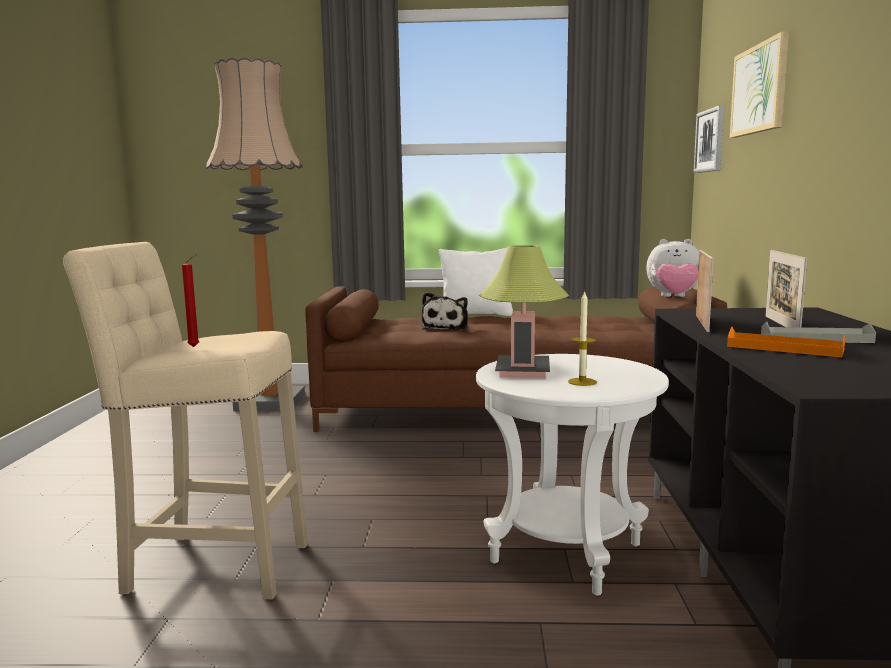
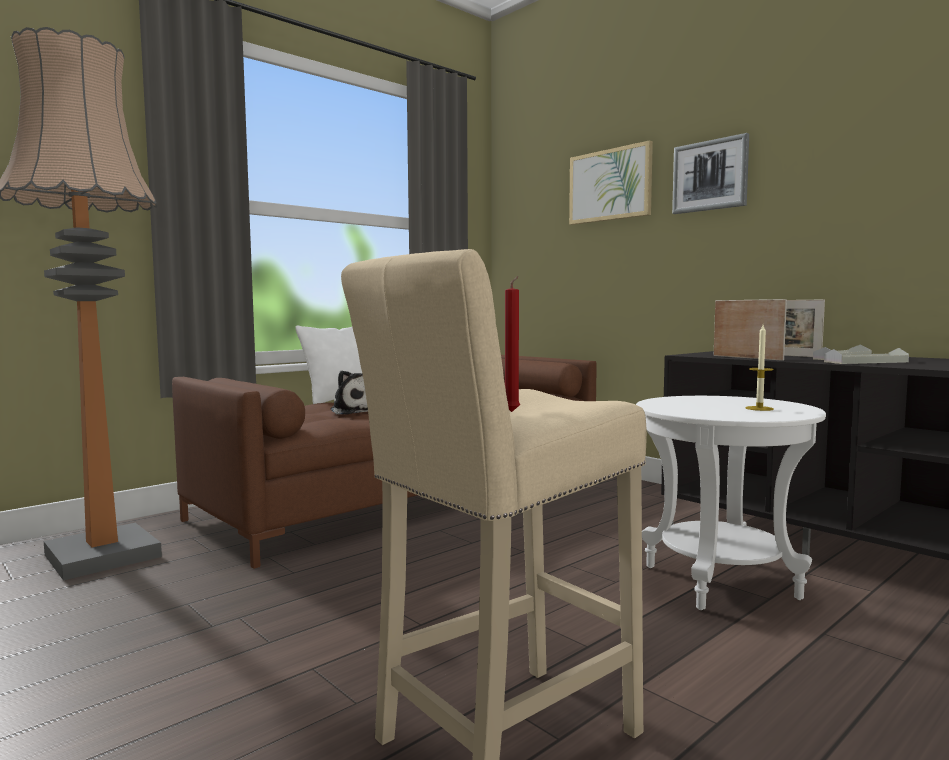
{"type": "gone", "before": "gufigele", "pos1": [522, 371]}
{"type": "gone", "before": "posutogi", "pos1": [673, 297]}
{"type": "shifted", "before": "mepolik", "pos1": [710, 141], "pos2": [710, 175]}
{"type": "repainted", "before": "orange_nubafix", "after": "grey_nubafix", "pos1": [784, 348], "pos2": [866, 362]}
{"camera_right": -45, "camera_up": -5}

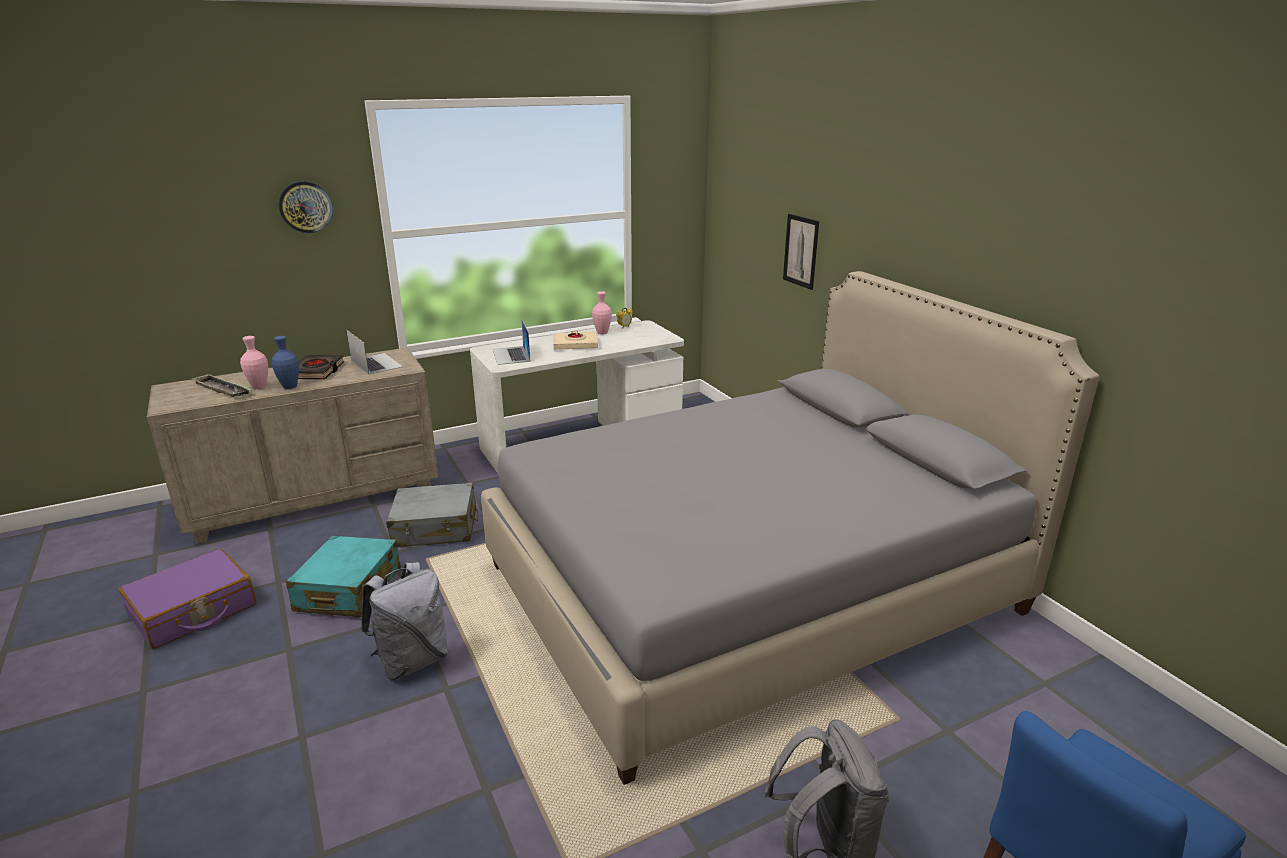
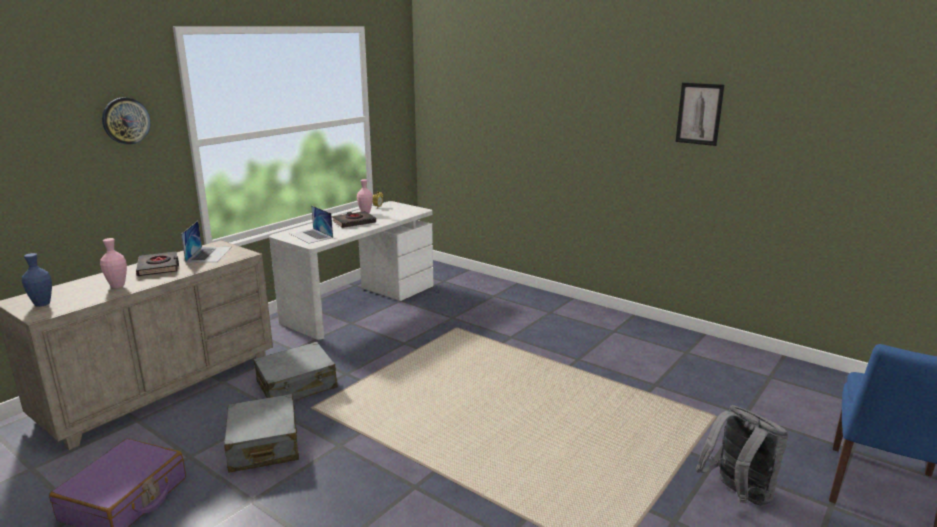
{"type": "gone", "before": "nubafix", "pos1": [222, 390]}
{"type": "shifted", "before": "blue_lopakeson", "pos1": [290, 387], "pos2": [42, 304]}
{"type": "repainted", "before": "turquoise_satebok", "after": "grey_satebok", "pos1": [348, 590], "pos2": [264, 445]}
{"type": "rotated", "before": "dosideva", "pos1": [376, 363], "pos2": [209, 254], "turn": 60}
{"type": "gone", "before": "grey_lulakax", "pos1": [412, 660]}
{"type": "gone", "before": "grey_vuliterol", "pos1": [749, 588]}
{"type": "repainted", "before": "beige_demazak", "after": "black_demazak", "pos1": [575, 344], "pos2": [354, 222]}
{"type": "shifted", "before": "mepolik", "pos1": [801, 251], "pos2": [699, 114]}
{"camera_right": -25, "camera_up": -5}

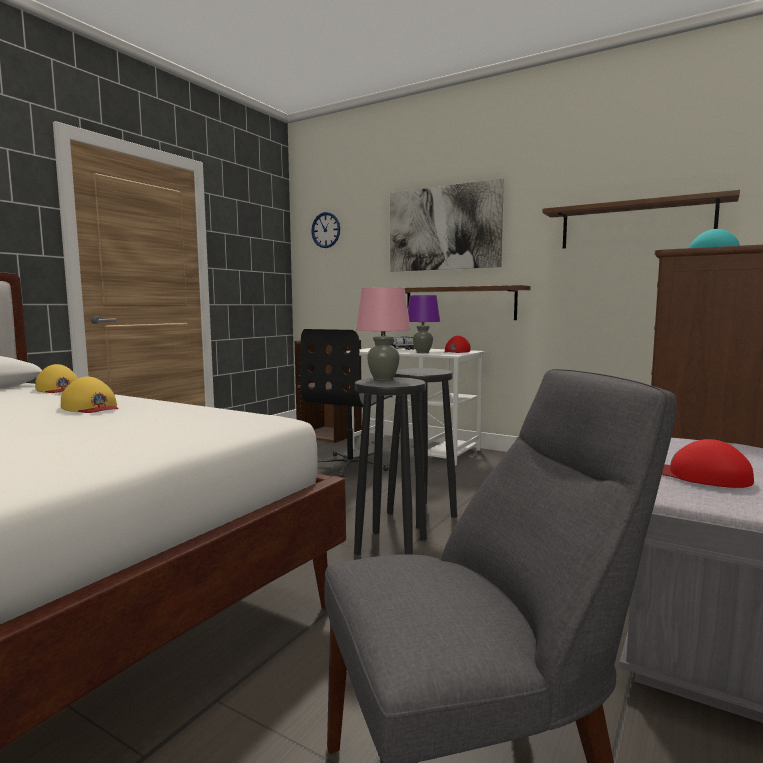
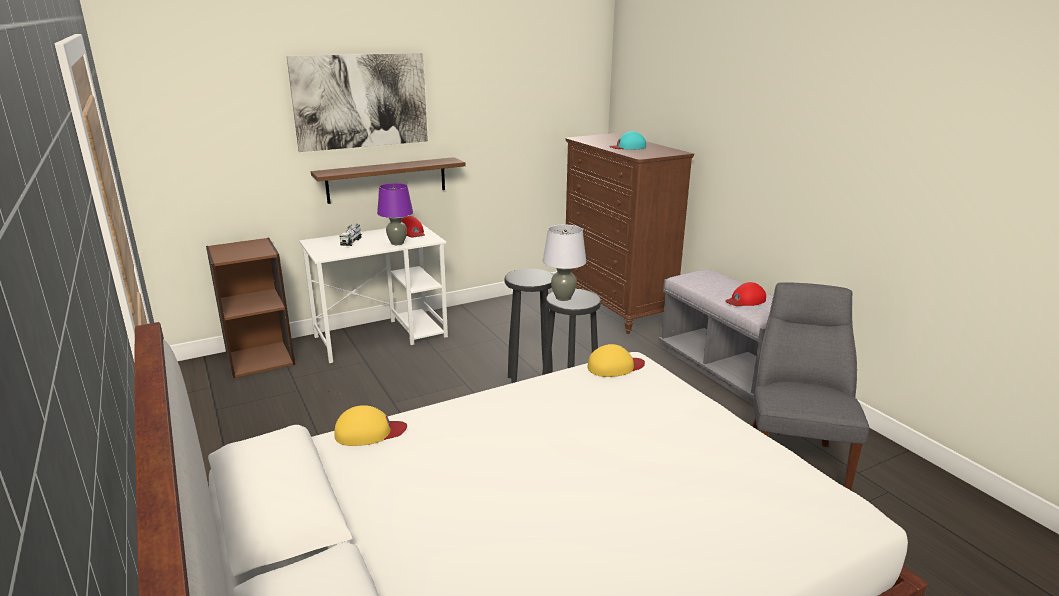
{"type": "shifted", "before": "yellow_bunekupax", "pos1": [91, 407], "pos2": [615, 367]}
{"type": "gone", "before": "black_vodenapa", "pos1": [351, 465]}
{"type": "gone", "before": "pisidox", "pos1": [326, 230]}
{"type": "repainted", "before": "pink_gufigele", "after": "grey_gufigele", "pos1": [383, 379], "pos2": [563, 298]}
{"type": "gone", "before": "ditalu", "pos1": [635, 225]}
{"camera_right": -60, "camera_up": 15}

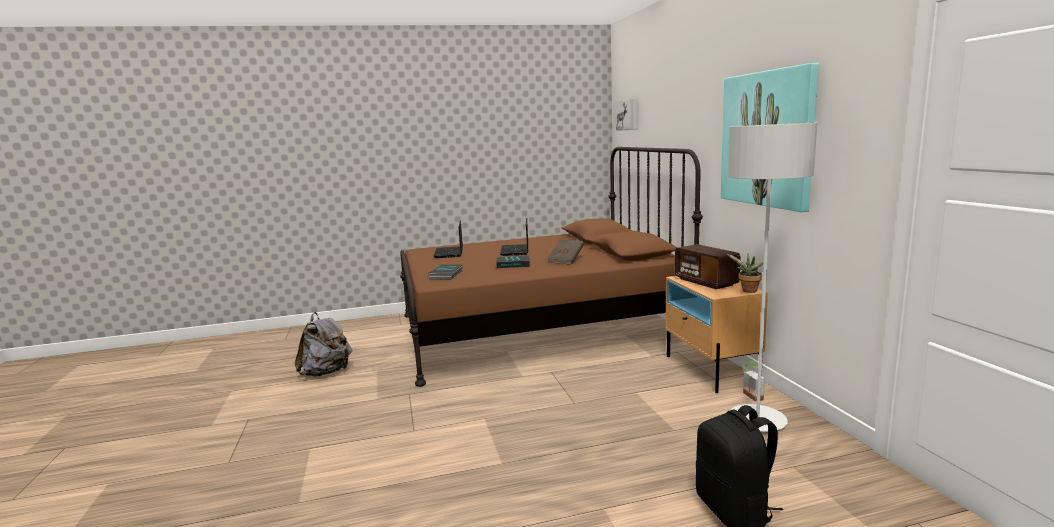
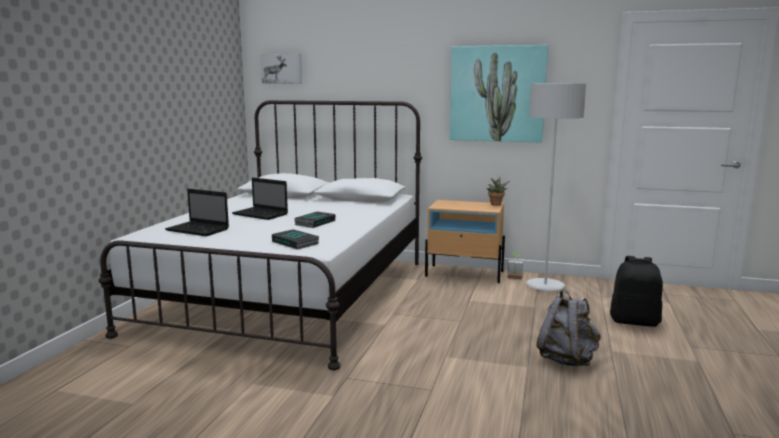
{"type": "shifted", "before": "grey_lulakax", "pos1": [326, 372], "pos2": [567, 359]}
{"type": "repainted", "before": "brown_vuliterol", "after": "white_vuliterol", "pos1": [537, 328], "pos2": [290, 294]}
{"type": "gone", "before": "brown_demazak", "pos1": [566, 260]}
{"type": "gone", "before": "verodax", "pos1": [706, 282]}
{"camera_right": -60, "camera_up": 0}

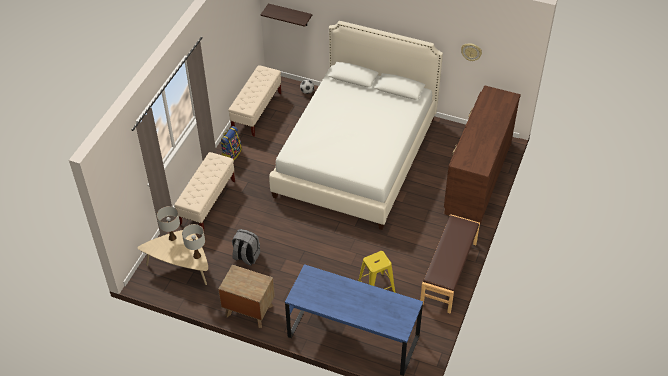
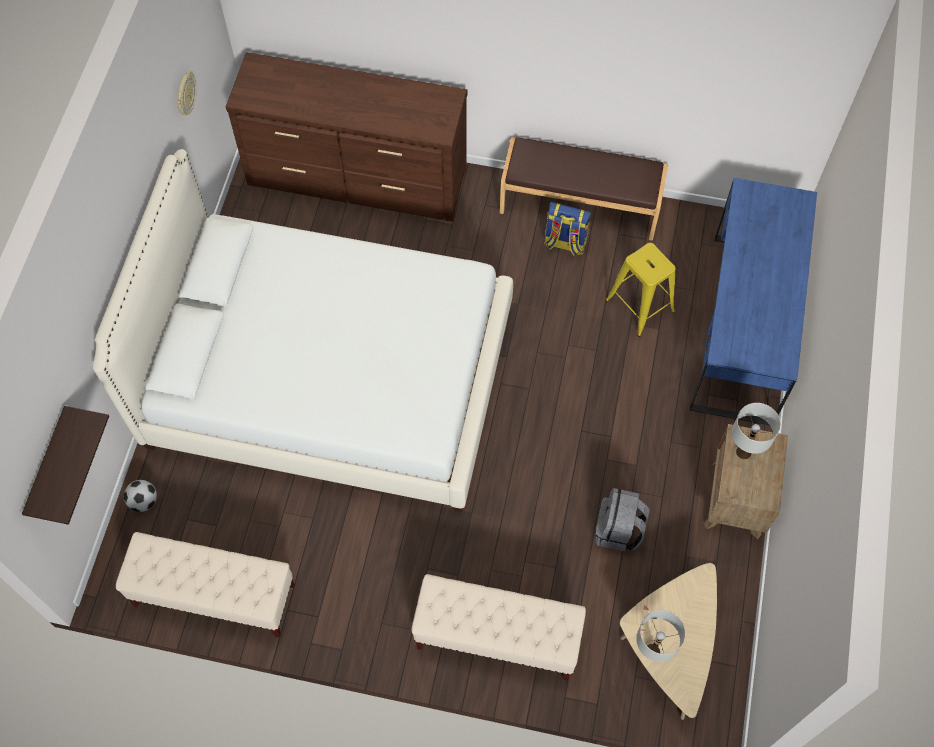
{"type": "shifted", "before": "white_gufigele", "pos1": [197, 255], "pos2": [743, 452]}
{"type": "shifted", "before": "lulakax", "pos1": [231, 154], "pos2": [564, 243]}
{"camera_right": -100, "camera_up": 15}

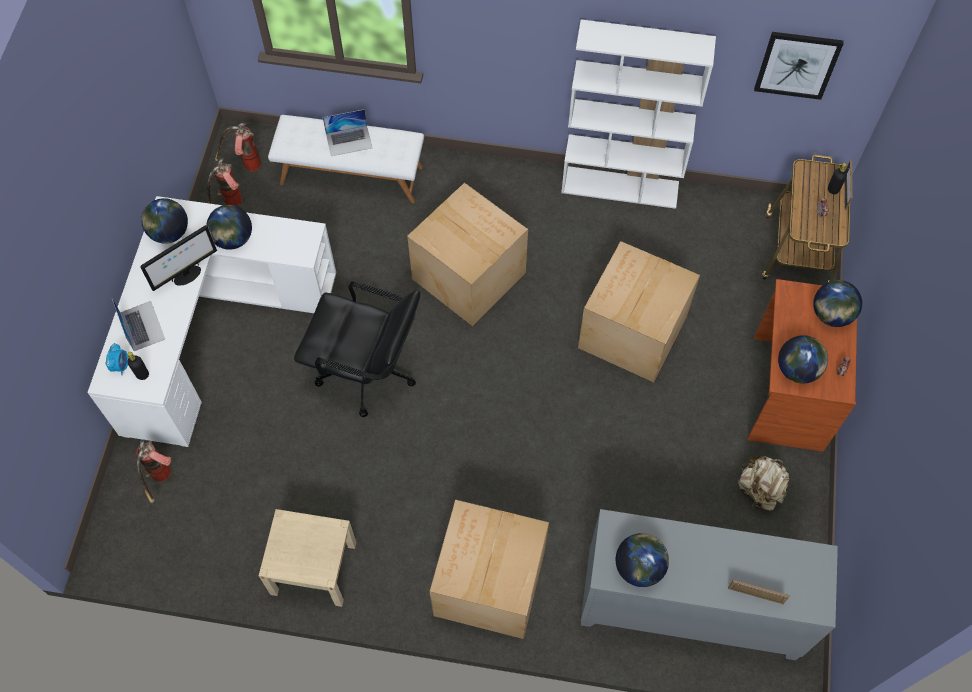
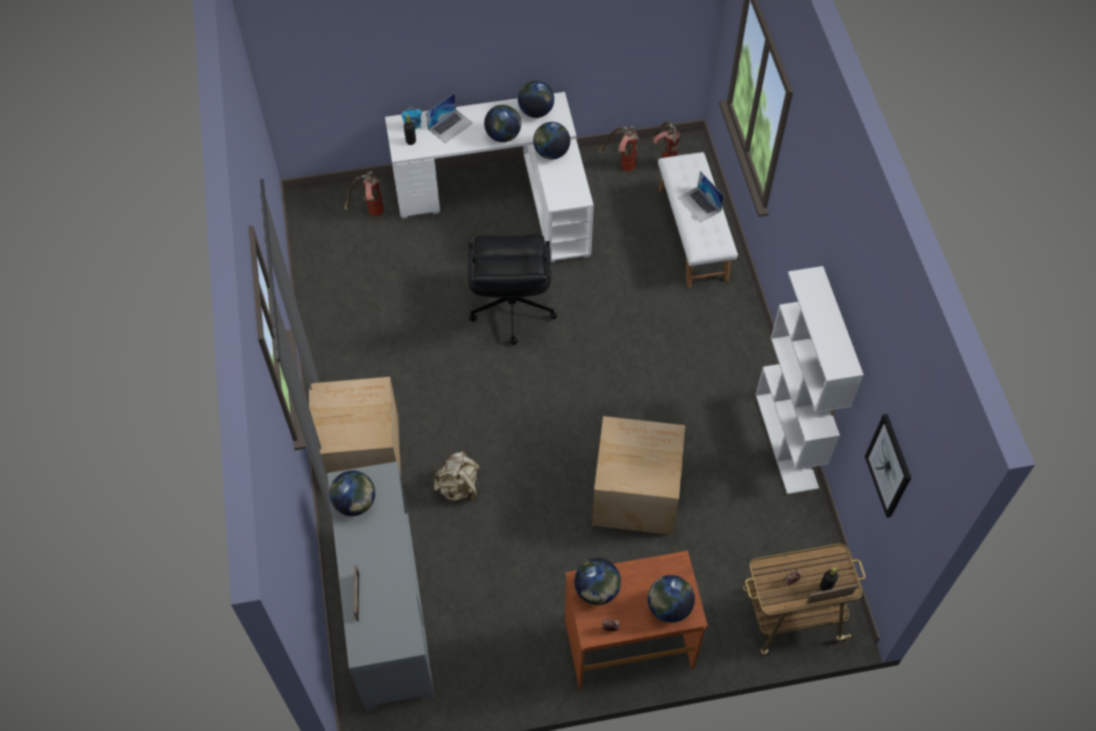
{"type": "swapped", "before": "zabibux", "after": "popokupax", "pos1": [187, 276], "pos2": [503, 135]}
{"type": "gone", "before": "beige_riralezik", "pos1": [313, 568]}
{"type": "gone", "before": "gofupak", "pos1": [468, 274]}
{"type": "shifted", "before": "beige_lulakax", "pos1": [759, 490], "pos2": [459, 487]}
{"camera_right": 70, "camera_up": -5}

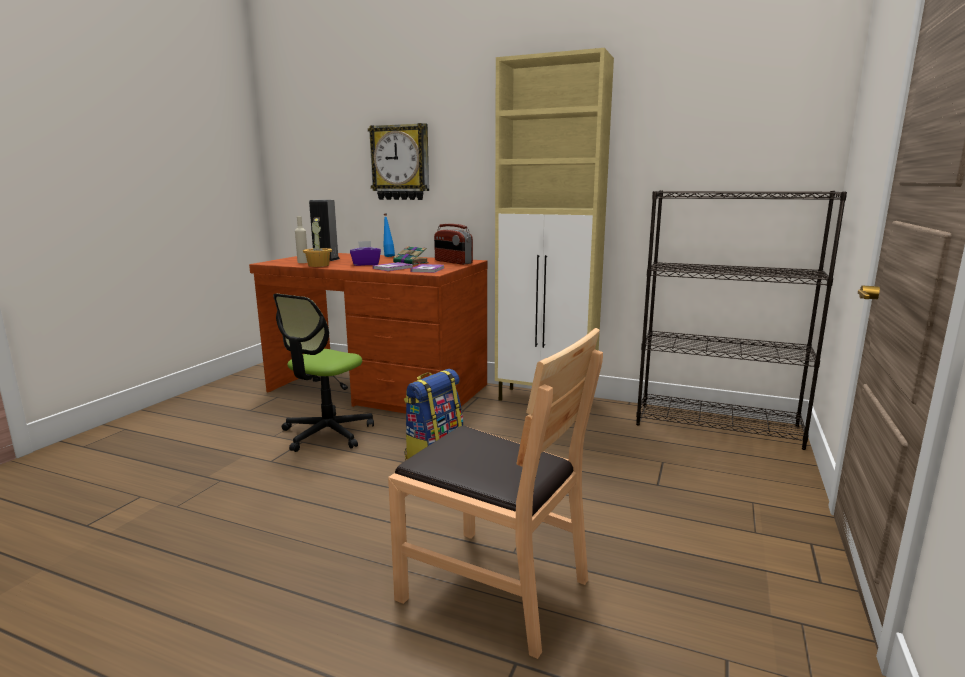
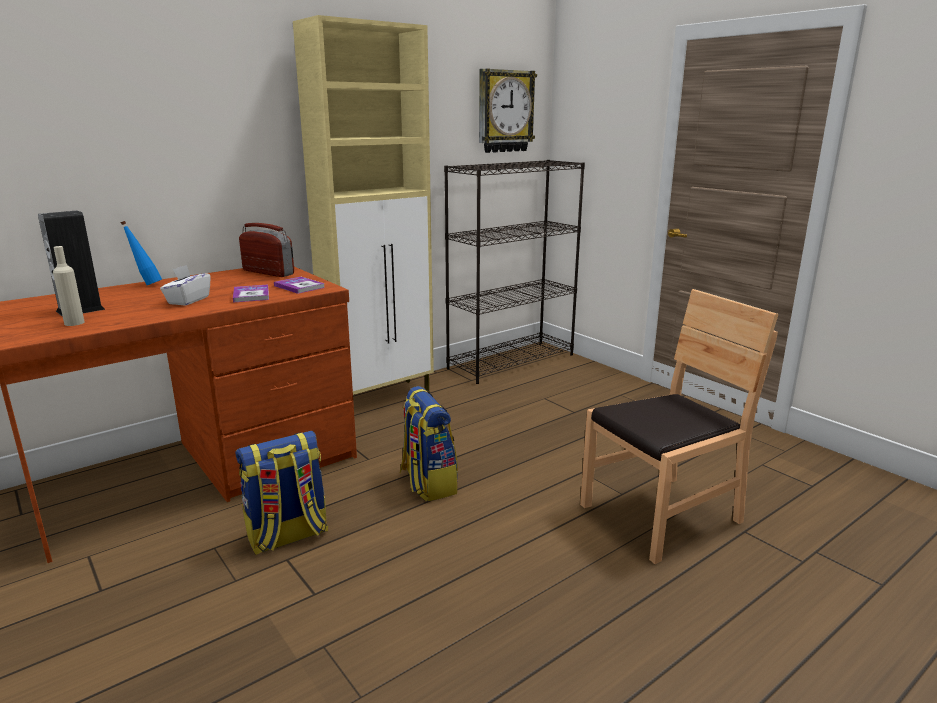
{"type": "swapped", "before": "vodenapa", "after": "lulakax", "pos1": [327, 433], "pos2": [287, 536]}
{"type": "gone", "before": "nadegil", "pos1": [318, 265]}
{"type": "repainted", "before": "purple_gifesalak", "after": "white_gifesalak", "pos1": [365, 264], "pos2": [188, 300]}
{"type": "shifted", "before": "pisidox", "pos1": [400, 163], "pos2": [505, 111]}
{"type": "gone", "before": "demazak", "pos1": [411, 263]}
{"type": "rotated", "before": "verodax", "pos1": [453, 262], "pos2": [268, 272], "turn": -135}
{"camera_right": -60, "camera_up": 5}

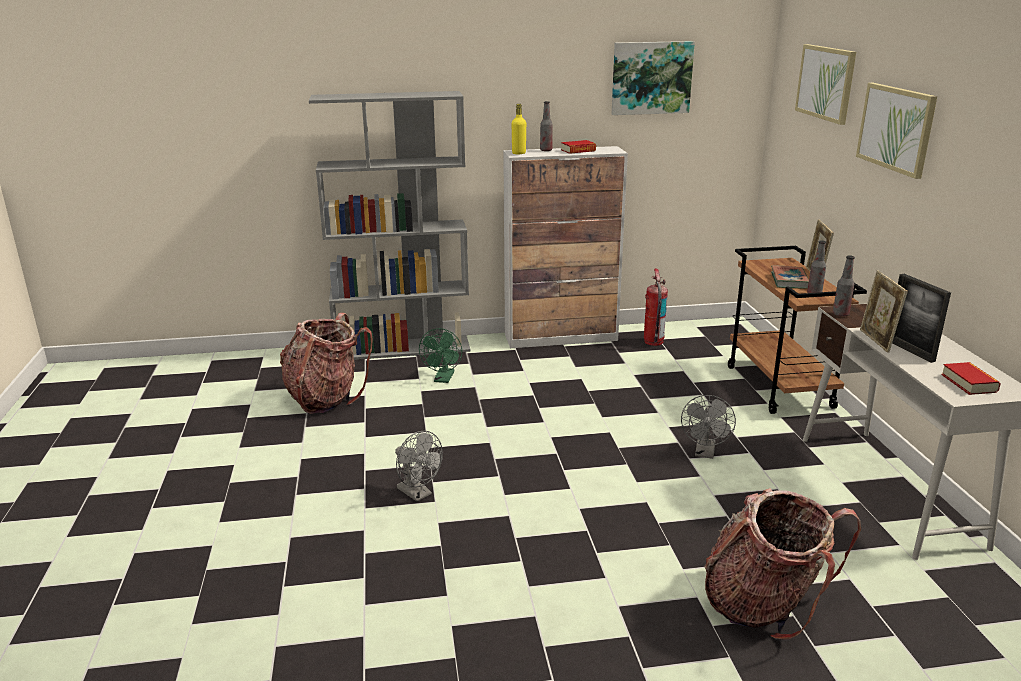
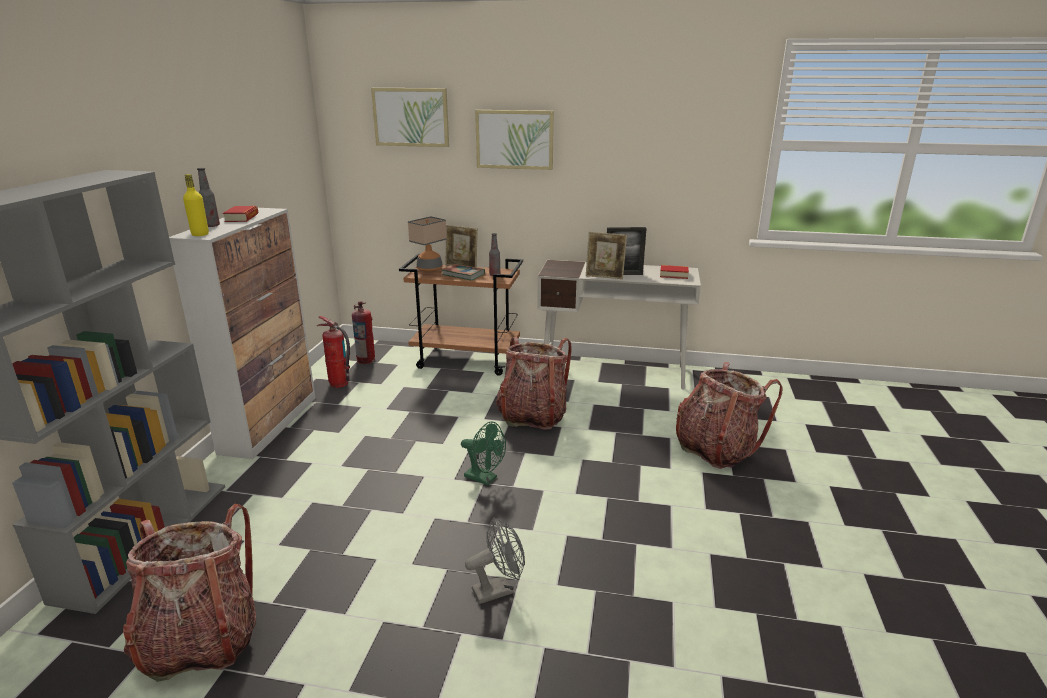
{"type": "shifted", "before": "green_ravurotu", "pos1": [443, 379], "pos2": [485, 478]}
{"type": "gone", "before": "mepolik", "pos1": [651, 78]}
{"type": "swapped", "before": "grey_ravurotu", "after": "lulakax", "pos1": [705, 453], "pos2": [532, 415]}
{"type": "gone", "before": "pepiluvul", "pos1": [840, 314]}
{"type": "new", "after": "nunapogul", "pos2": [366, 360]}
{"type": "new", "after": "gufigele", "pos2": [430, 269]}
{"camera_right": -70, "camera_up": 0}

